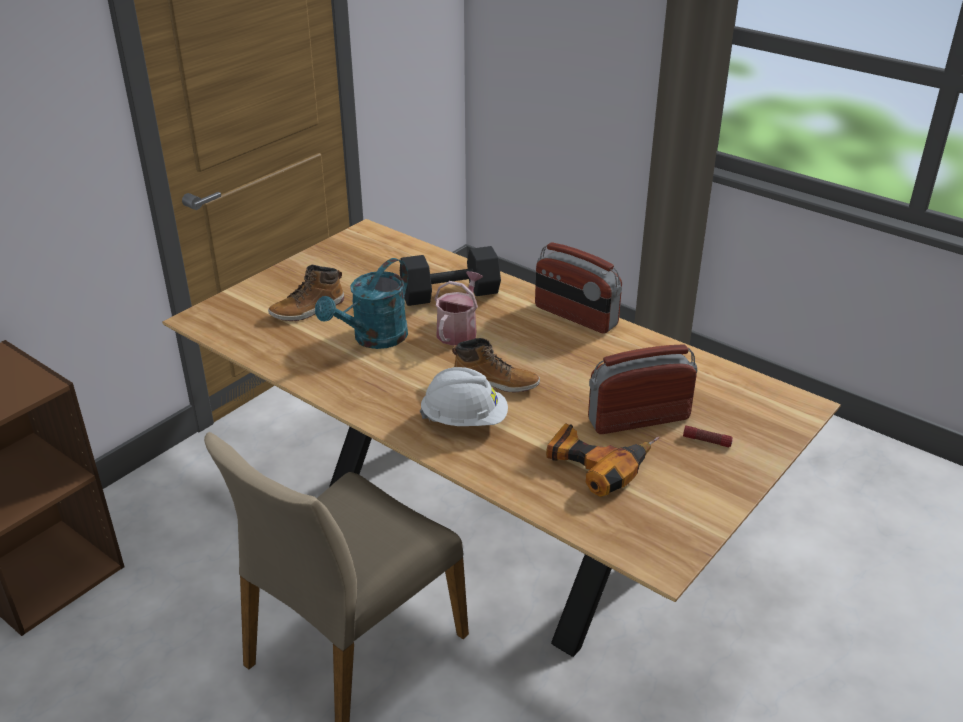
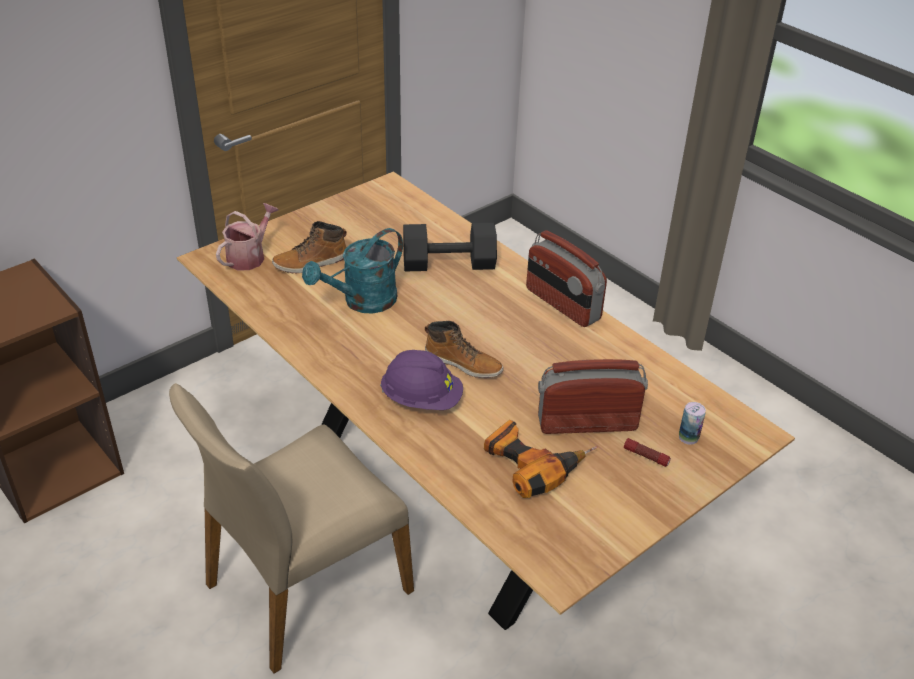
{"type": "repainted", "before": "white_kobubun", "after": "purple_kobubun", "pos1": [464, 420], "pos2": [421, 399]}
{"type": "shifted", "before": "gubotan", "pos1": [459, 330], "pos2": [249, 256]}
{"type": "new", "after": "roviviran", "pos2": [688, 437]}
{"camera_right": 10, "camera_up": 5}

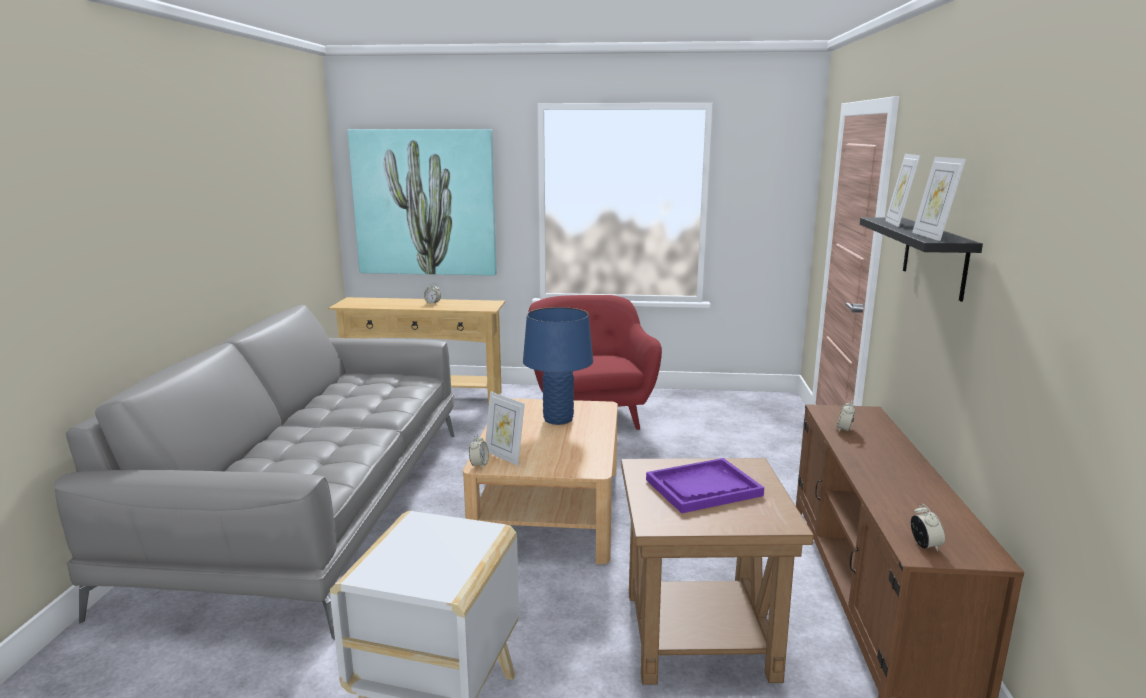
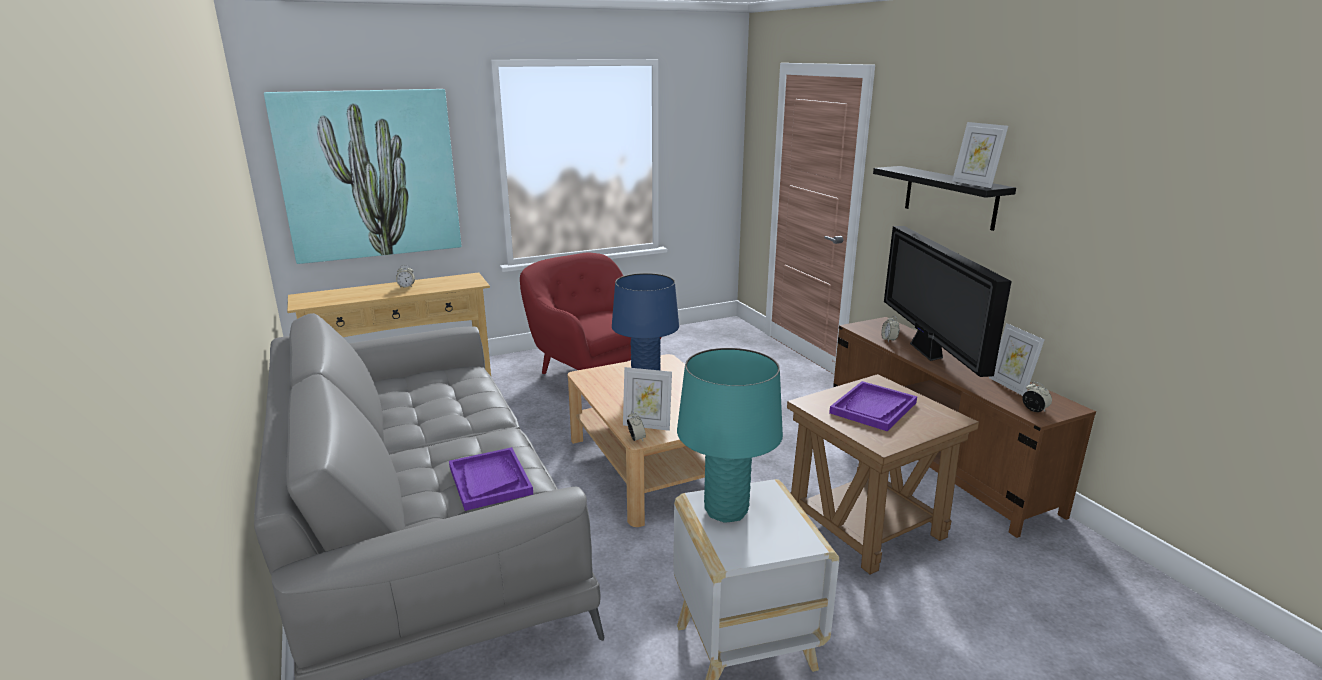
{"type": "shifted", "before": "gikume", "pos1": [897, 223], "pos2": [1010, 386]}
{"type": "new", "after": "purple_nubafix", "pos2": [489, 480]}
{"type": "new", "after": "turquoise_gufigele", "pos2": [726, 511]}
{"type": "new", "after": "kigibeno", "pos2": [927, 353]}
{"camera_right": -30, "camera_up": 5}

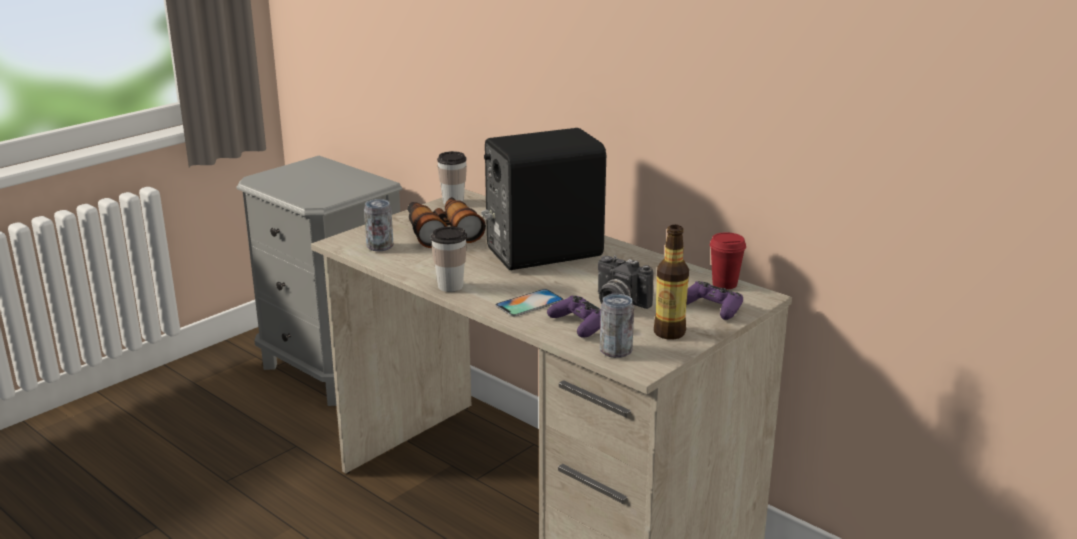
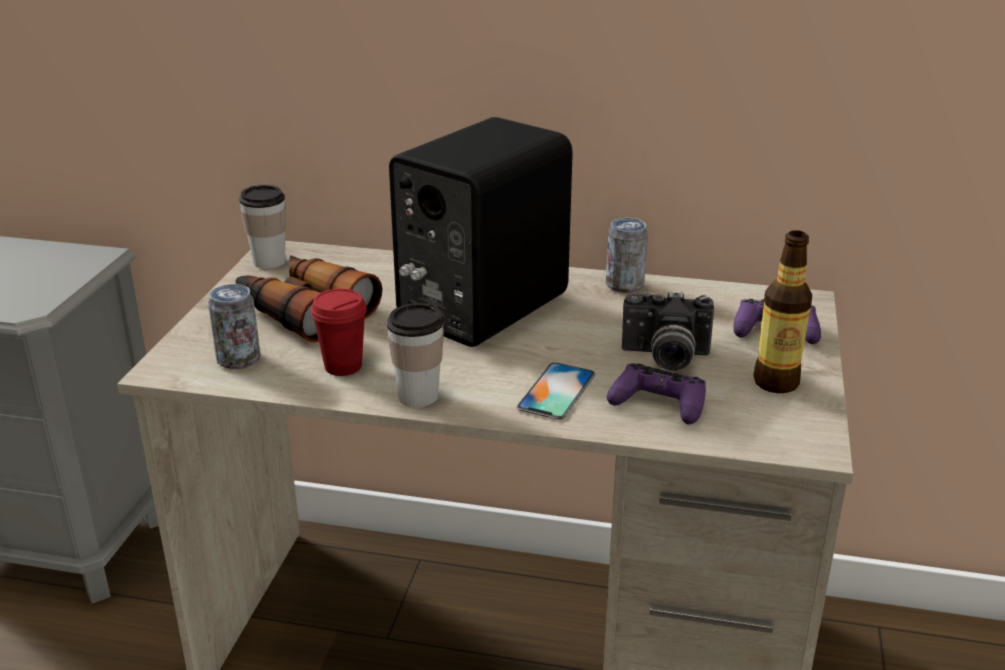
{"type": "shifted", "before": "roviviran", "pos1": [615, 351], "pos2": [624, 285]}
{"type": "shifted", "before": "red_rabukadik", "pos1": [724, 284], "pos2": [343, 366]}
{"camera_right": -30, "camera_up": 5}

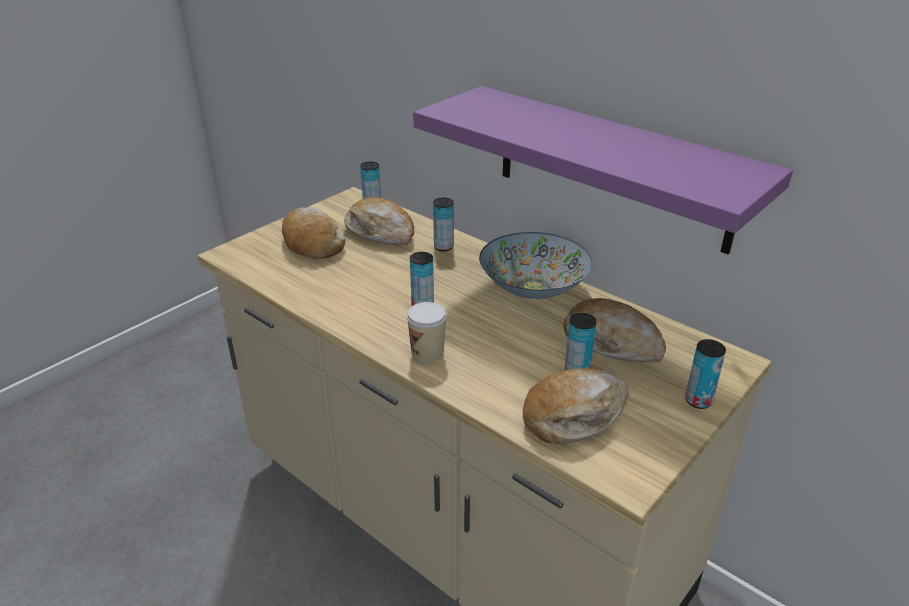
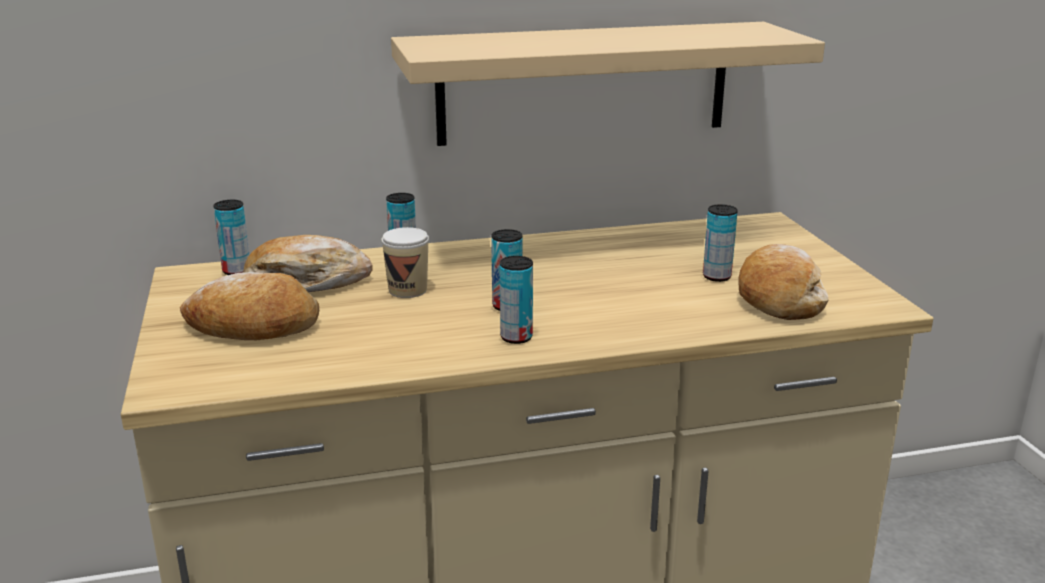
{"type": "shifted", "before": "rabukadik", "pos1": [427, 353], "pos2": [407, 290]}
{"type": "repainted", "before": "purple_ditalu", "after": "beige_ditalu", "pos1": [611, 167], "pos2": [584, 83]}
{"type": "gone", "before": "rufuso", "pos1": [533, 288]}
{"type": "gone", "before": "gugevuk", "pos1": [611, 342]}
{"type": "shifted", "before": "roviviran", "pos1": [698, 401], "pos2": [516, 337]}
{"camera_right": -55, "camera_up": -10}

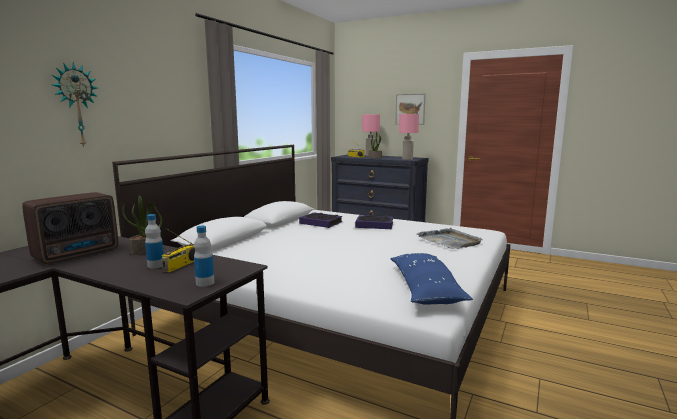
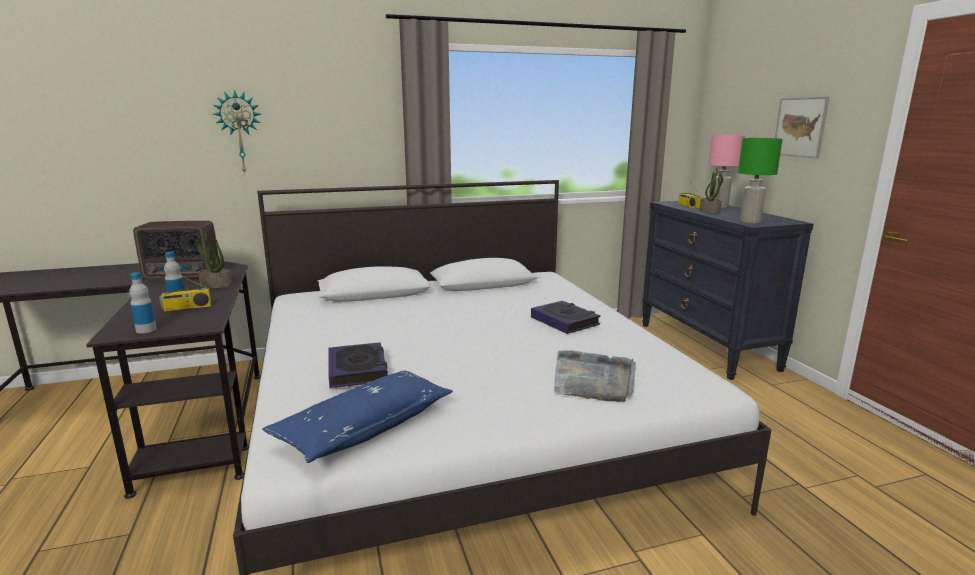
{"type": "shifted", "before": "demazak", "pos1": [321, 223], "pos2": [357, 370]}
{"type": "repainted", "before": "pink_gufigele", "after": "green_gufigele", "pos1": [407, 159], "pos2": [751, 222]}
{"camera_right": 45, "camera_up": 5}

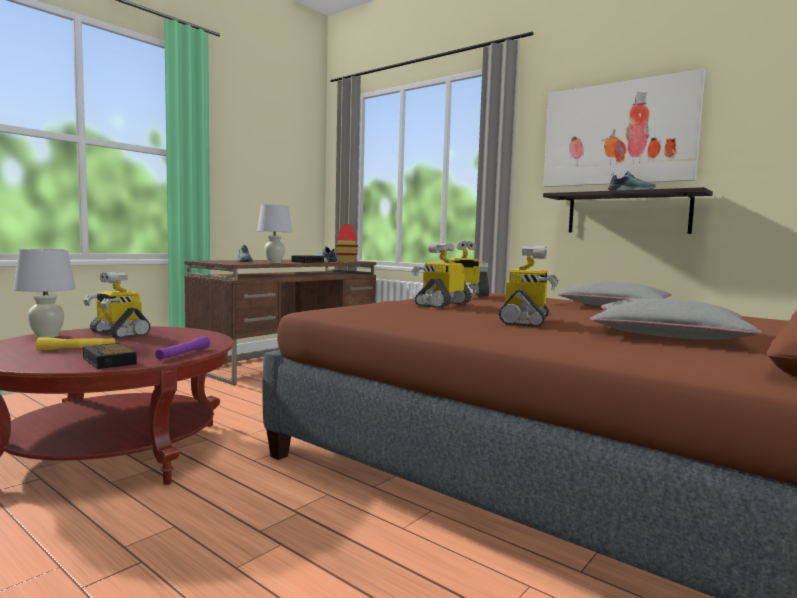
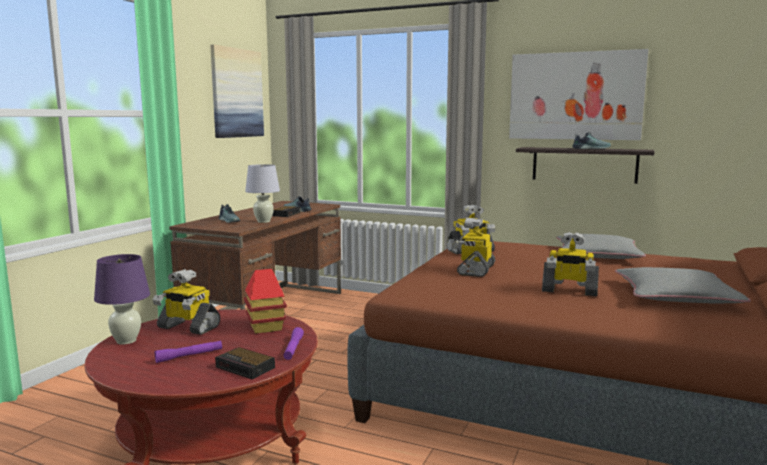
{"type": "repainted", "before": "white_gufigele", "after": "purple_gufigele", "pos1": [46, 336], "pos2": [126, 341]}
{"type": "repainted", "before": "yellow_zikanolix", "after": "purple_zikanolix", "pos1": [77, 349], "pos2": [189, 356]}
{"type": "shifted", "before": "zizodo", "pos1": [346, 261], "pos2": [265, 327]}
{"type": "rotated", "before": "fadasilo", "pos1": [526, 321], "pos2": [569, 291], "turn": 105}
{"type": "new", "after": "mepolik", "pos2": [236, 93]}
{"camera_right": -15, "camera_up": 5}

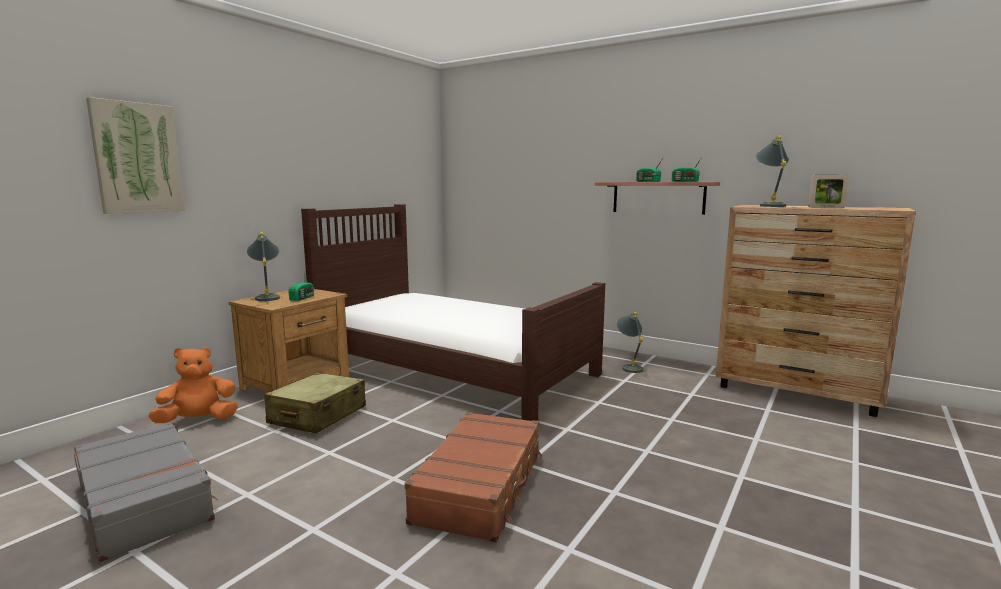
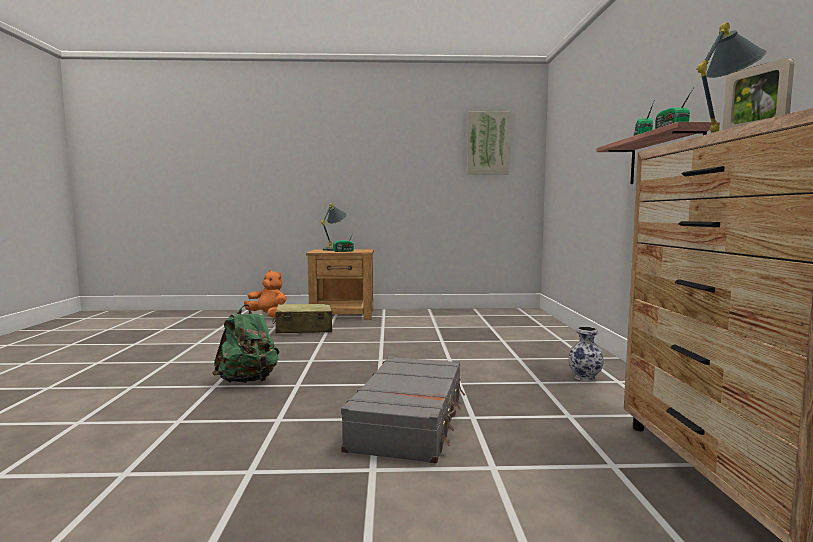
{"type": "shifted", "before": "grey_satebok", "pos1": [146, 500], "pos2": [410, 421]}
{"type": "shifted", "before": "mepolik", "pos1": [137, 158], "pos2": [488, 143]}
{"type": "gone", "before": "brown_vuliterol", "pos1": [452, 369]}
{"type": "swapped", "before": "brown_satebok", "after": "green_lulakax", "pos1": [481, 486], "pos2": [248, 381]}
{"type": "swapped", "before": "grey_gufigele", "after": "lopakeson", "pos1": [629, 367], "pos2": [585, 377]}
{"camera_right": 55, "camera_up": -5}

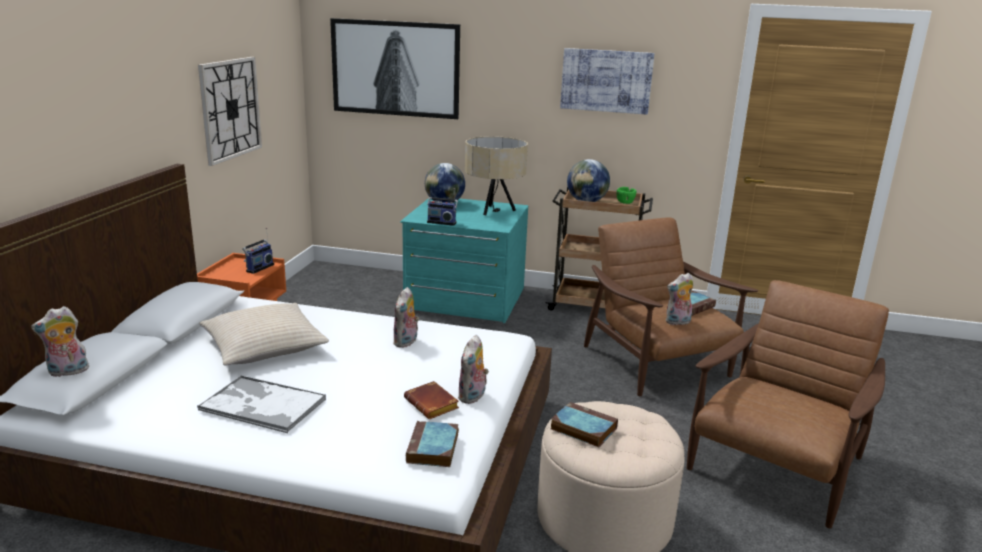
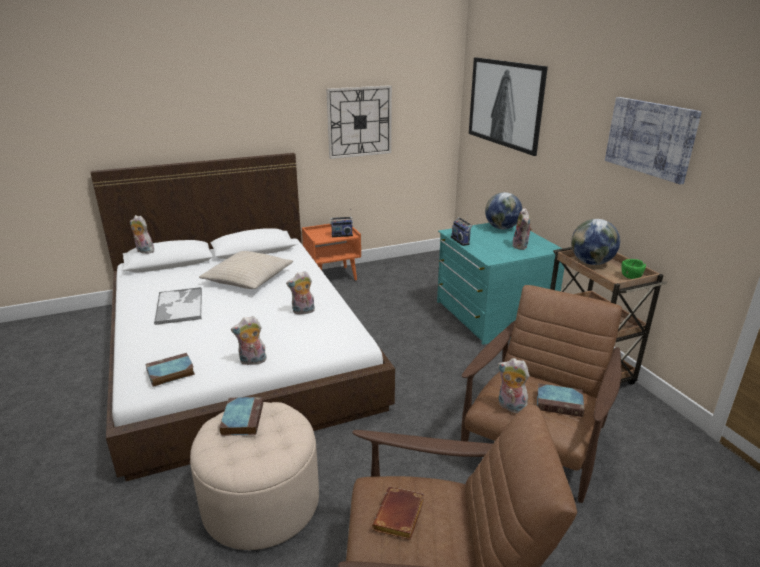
{"type": "shifted", "before": "brown_demazak", "pos1": [433, 405], "pos2": [400, 518]}
{"type": "swapped", "before": "beige_gufigele", "after": "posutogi", "pos1": [493, 212], "pos2": [521, 246]}
{"camera_right": 55, "camera_up": 5}

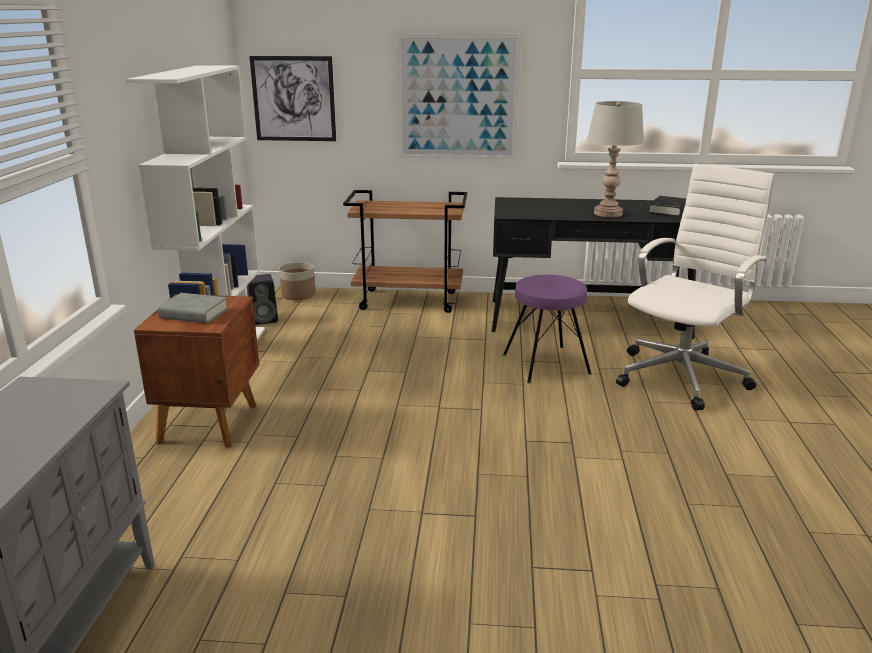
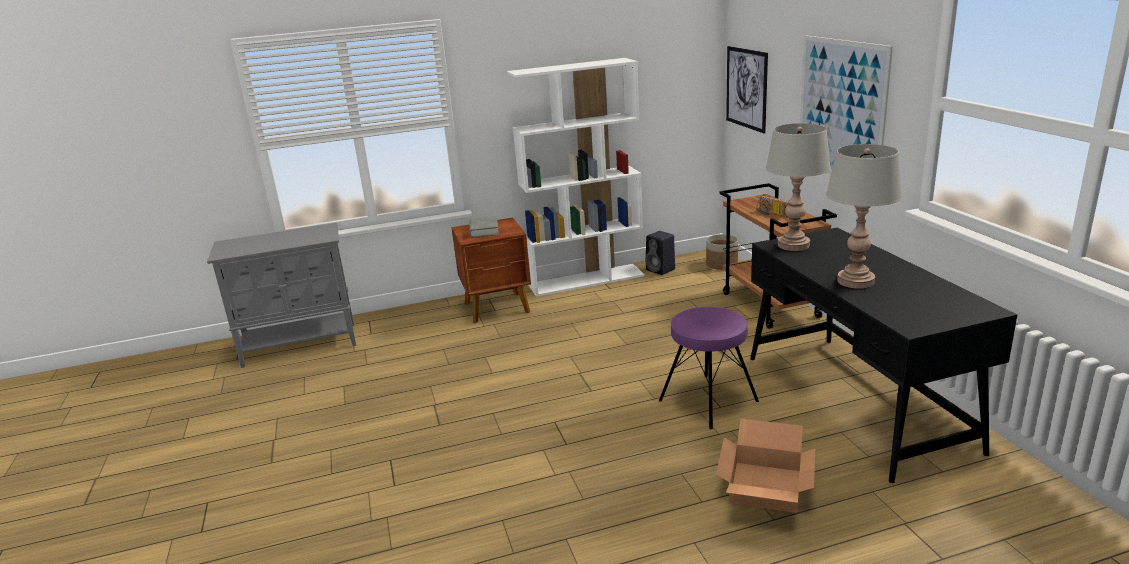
{"type": "swapped", "before": "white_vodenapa", "after": "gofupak", "pos1": [683, 376], "pos2": [766, 487]}
{"type": "gone", "before": "black_demazak", "pos1": [669, 210]}
{"type": "new", "after": "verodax", "pos2": [771, 214]}
{"type": "new", "after": "grey_gufigele", "pos2": [793, 245]}
{"camera_right": 70, "camera_up": 0}

